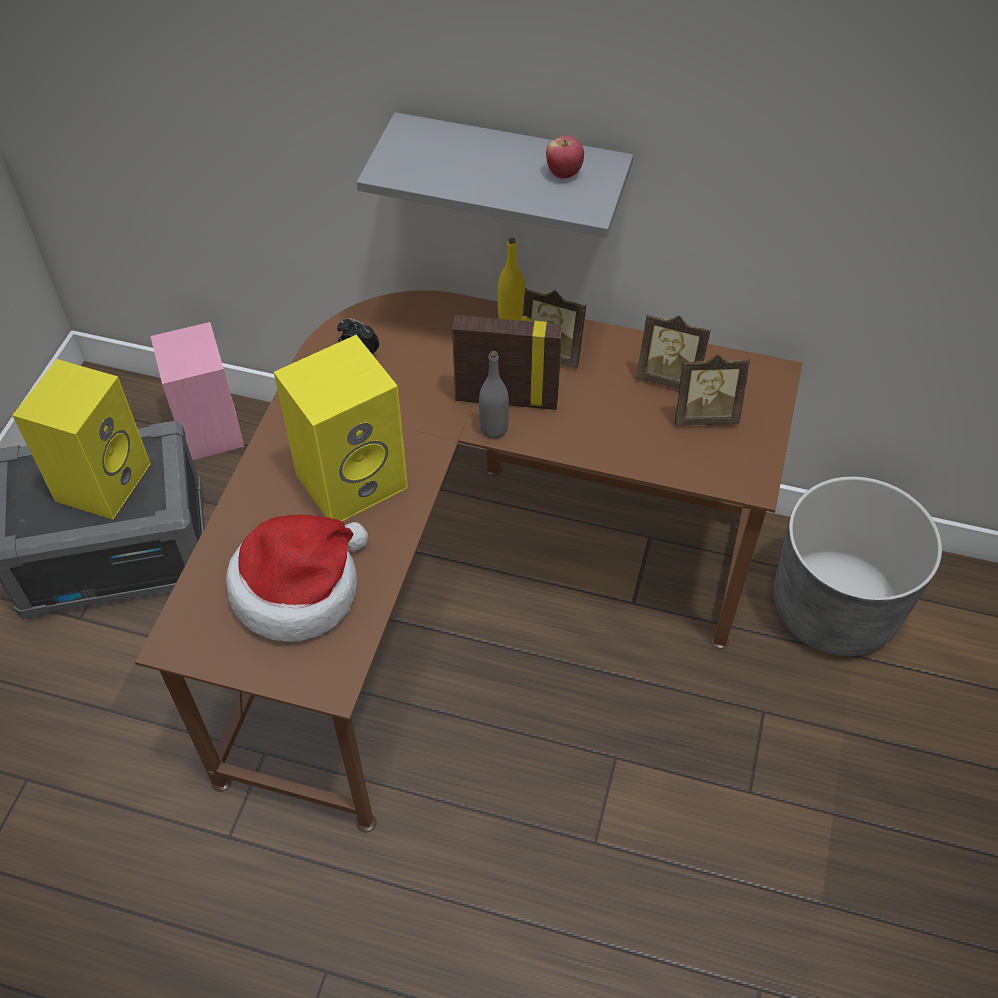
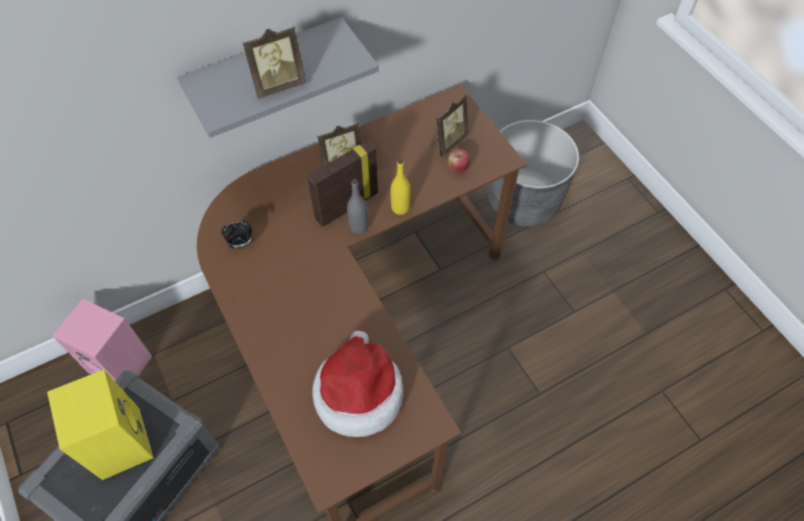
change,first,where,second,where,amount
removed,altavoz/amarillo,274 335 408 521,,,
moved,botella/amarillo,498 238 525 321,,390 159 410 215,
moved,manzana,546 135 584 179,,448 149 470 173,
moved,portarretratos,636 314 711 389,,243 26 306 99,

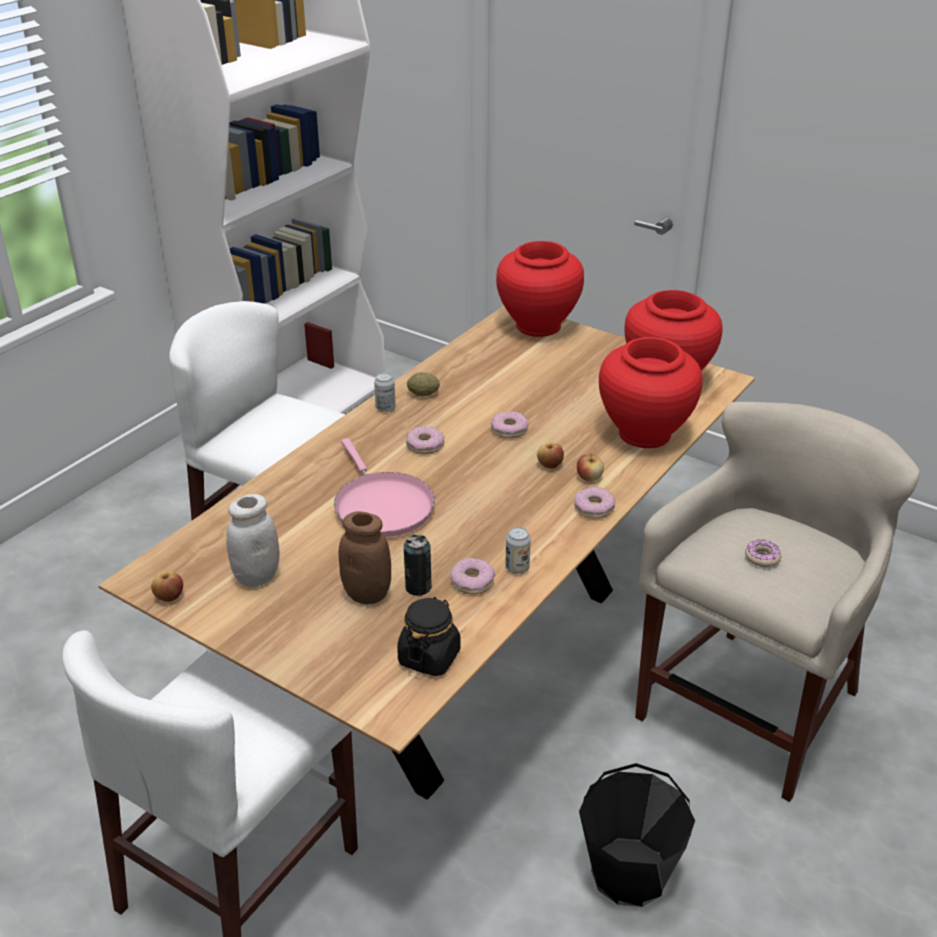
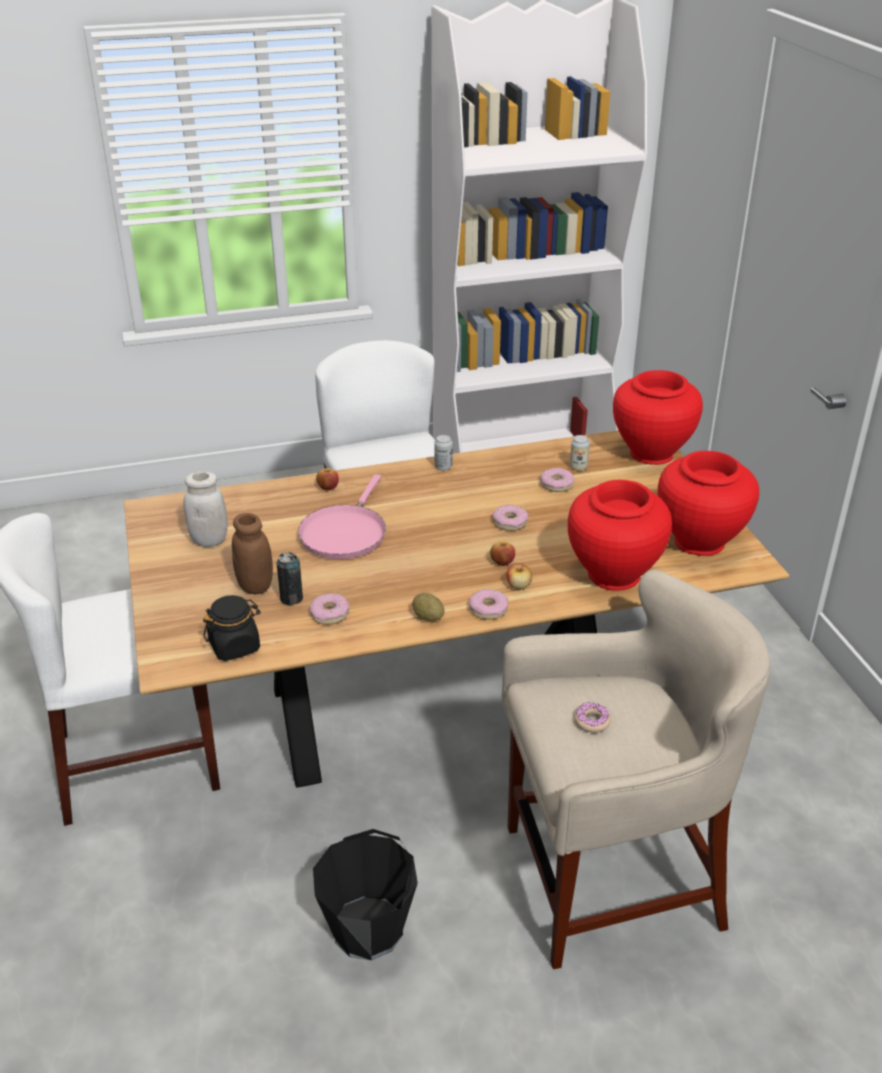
change,first,where,second,where,amount
moved,manzana,151 571 183 602,,316 468 339 491,
moved,rosquilla,406 426 445 454,,541 468 574 492,
moved,patata,407 372 440 396,,412 593 444 621,
moved,lata,506 527 531 574,,570 435 590 471,

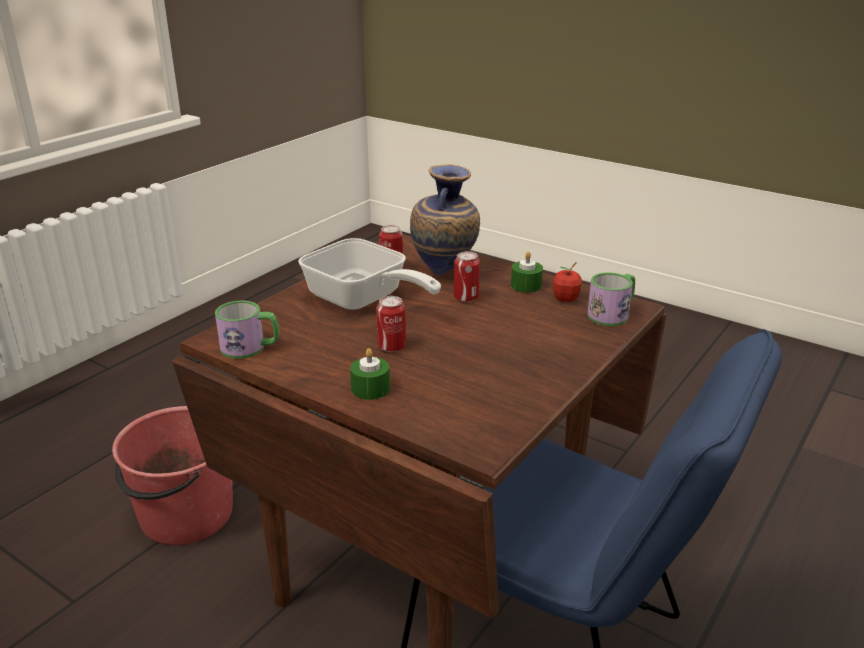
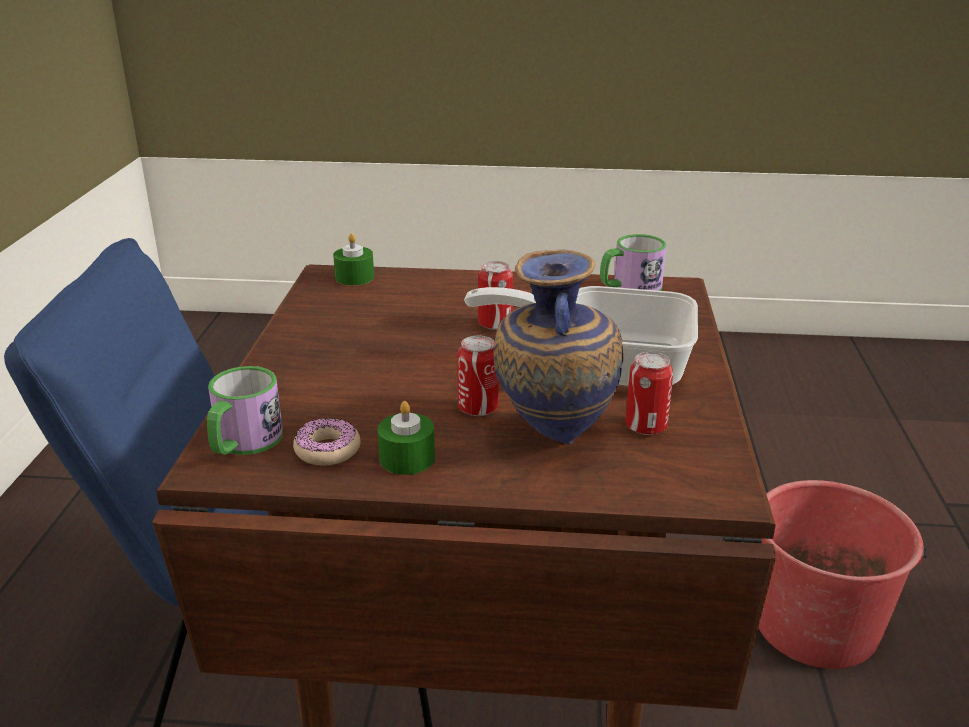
change,first,where,second,where,amount
moved,vela/verde,350 348 390 400,,333 233 374 286,
replaced,manzana,553 262 582 302,rosquilla,293 418 361 466,

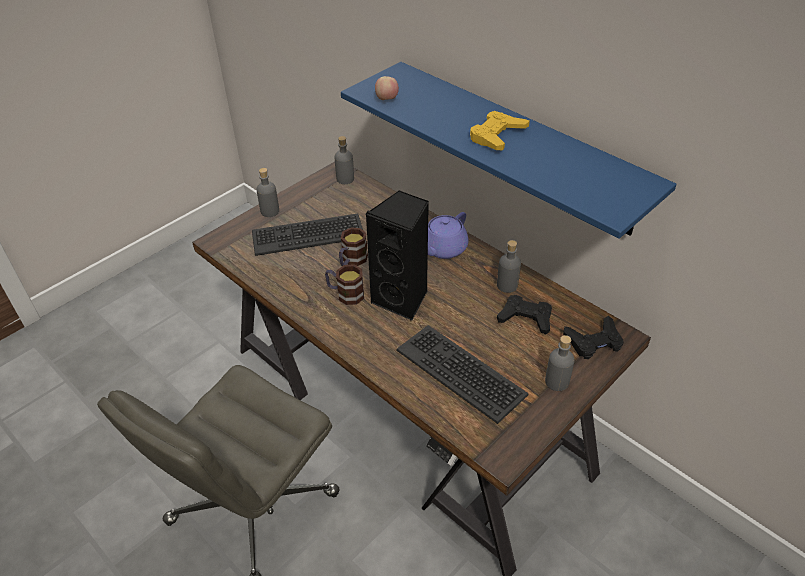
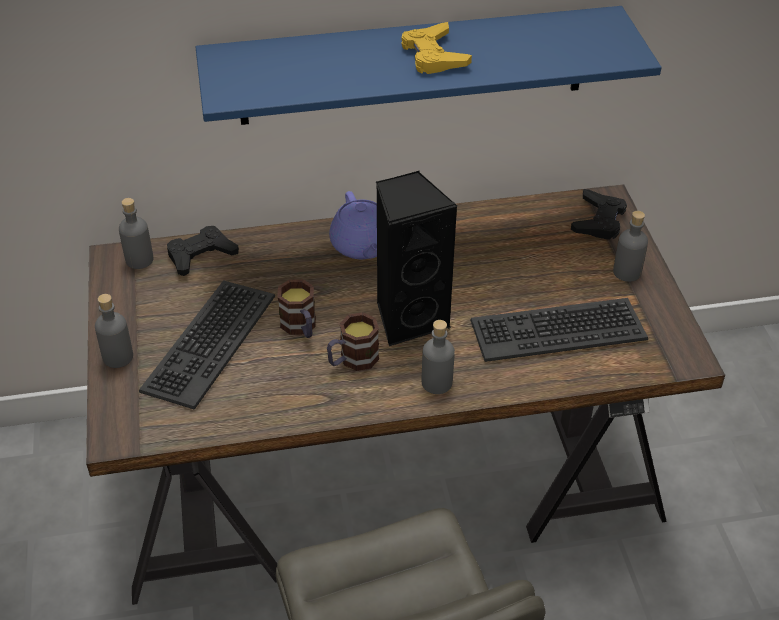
change,first,where,second,where,amount
removed,manzana,375 76 399 100,,,
moved,botella/gris,497 240 521 293,,422 320 455 394,
moved,mando de consola/negro,497 295 552 335,,167 226 239 276,

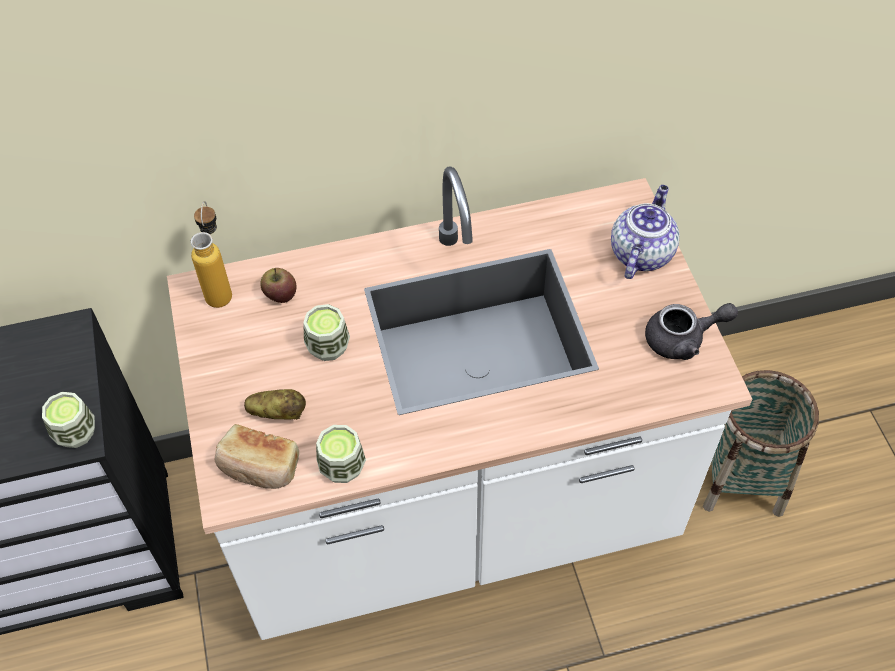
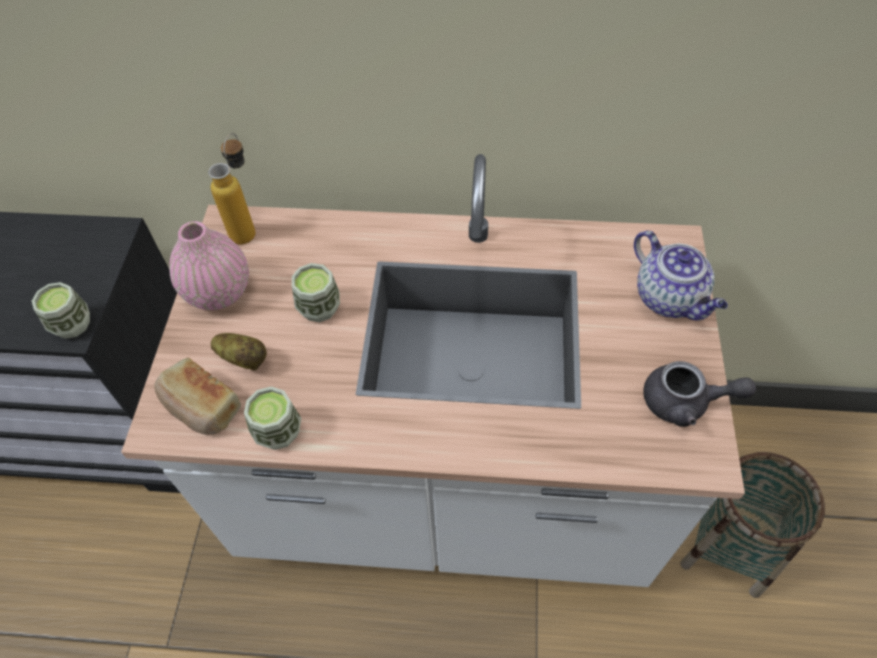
change,first,where,second,where,amount
removed,manzana,260 268 297 303,,,
turned,tetera,611 185 679 279,,634 231 728 320,105 degrees clockwise
added,,,florero/rosa,169 221 249 310,

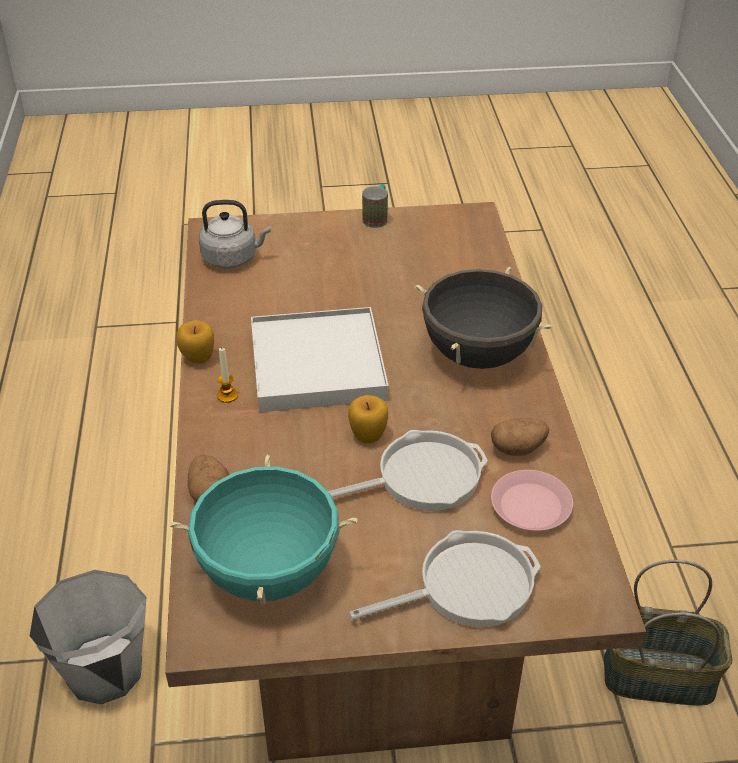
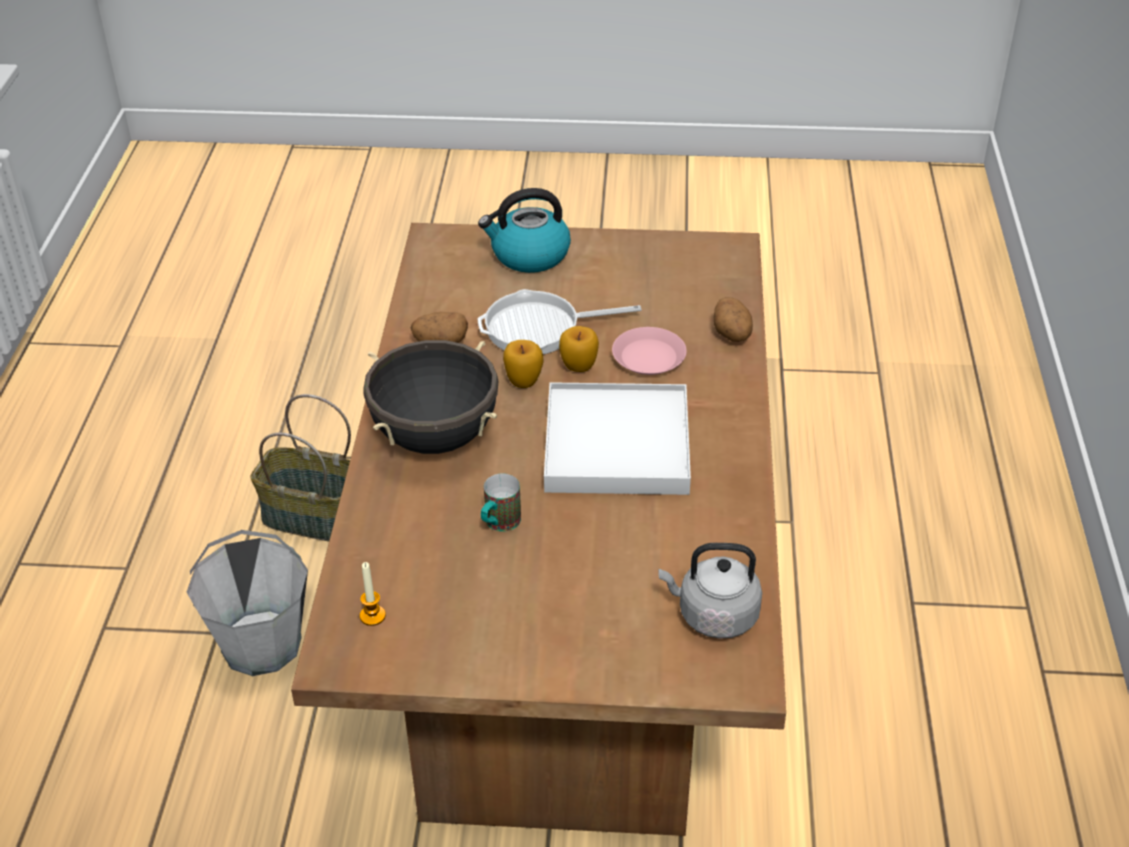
change,first,where,second,where,amount
moved,cubo/gris,30 570 146 704,,187 530 308 676,
removed,olla/turquesa,170 455 357 605,,,
moved,manzana,177 320 214 364,,503 340 544 388,
moved,vela,217 348 238 403,,360 562 386 626,
replaced,sartén,349 530 541 627,hervidor,478 188 571 273,
moved,taza grande,362 184 388 228,,481 473 521 532,
moved,plato/rosa,491 470 573 531,,612 327 687 375,

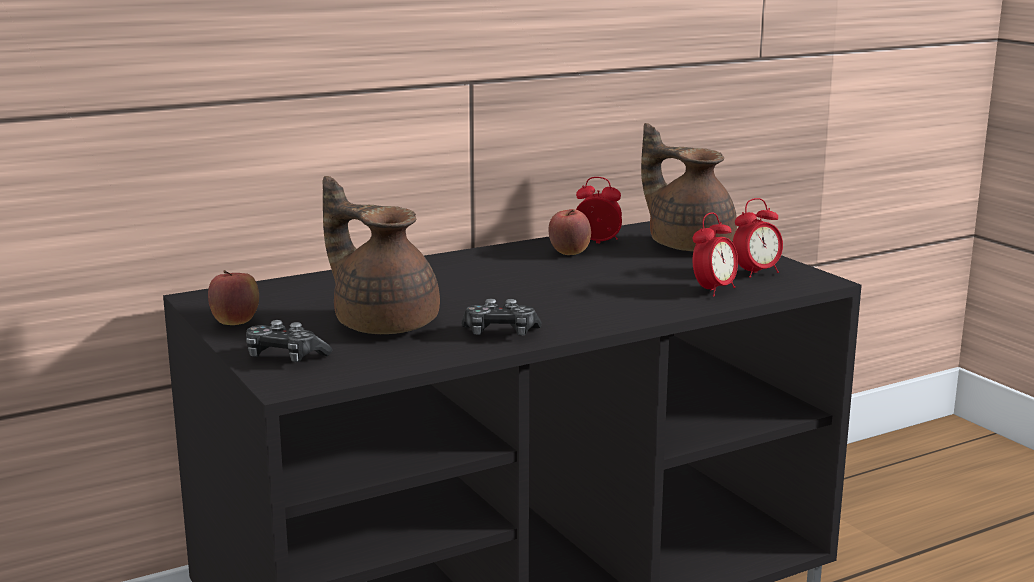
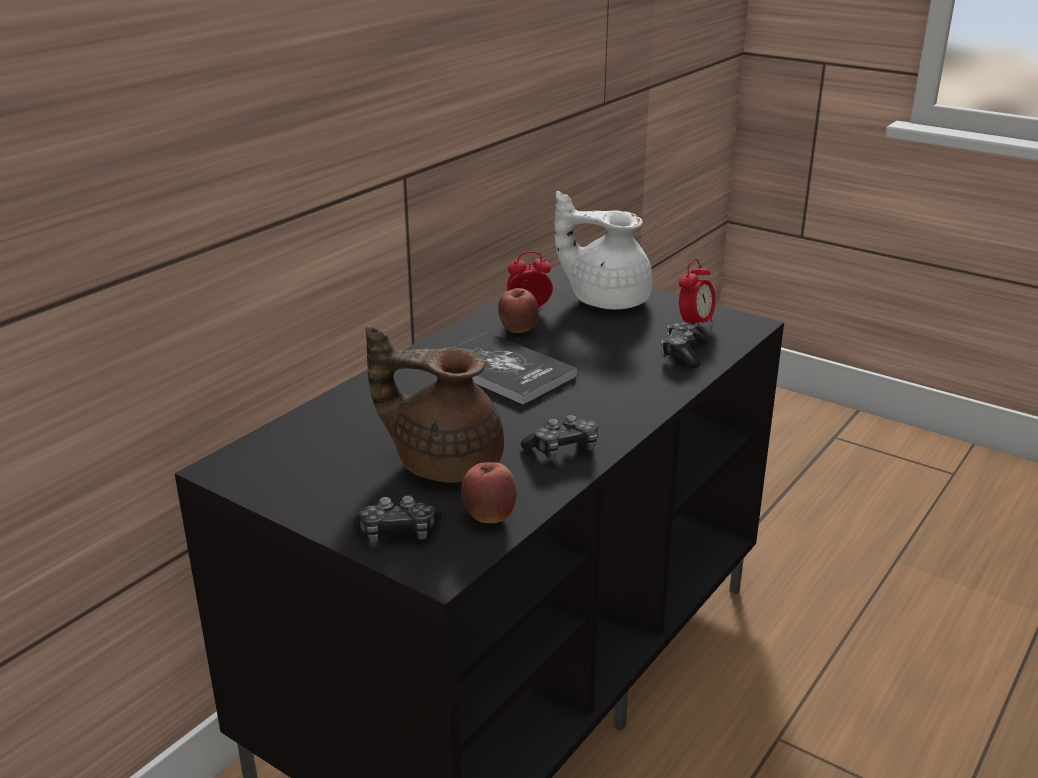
change,first,where,second,where,amount
moved,manzana,208 270 259 325,,461 462 517 523,
recoloured,tetera/marrón,641 123 737 251,tetera/blanco,555 191 653 310,
replaced,despertador,692 212 738 296,mando de consola,661 322 708 369,
added,,,libro,453 332 577 405,

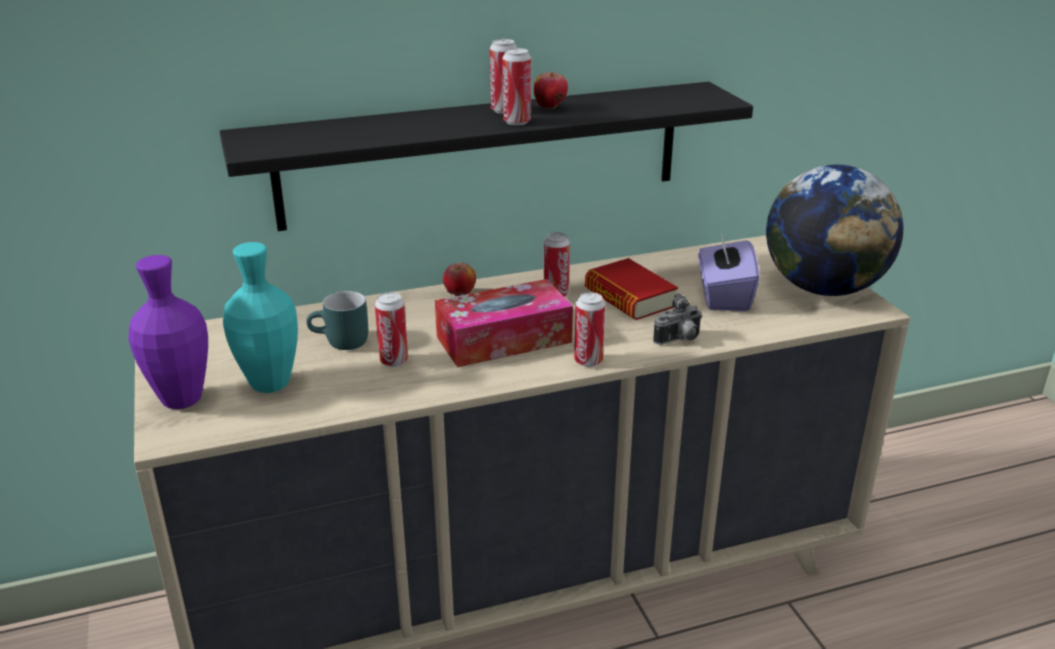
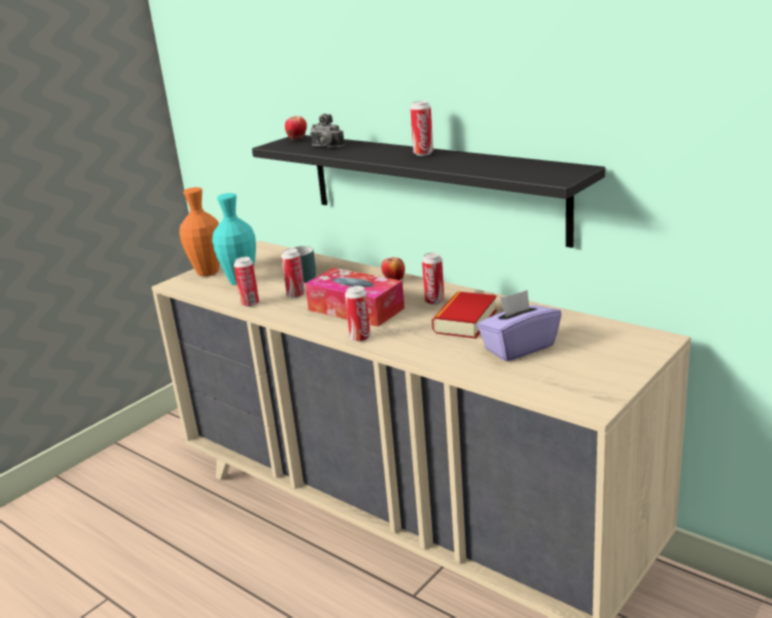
change,first,where,second,where,amount
recoloured,florero/morado,128 255 208 409,florero/naranja,179 187 220 276,
moved,lata,502 48 531 125,,234 257 259 307,
moved,manzana,534 72 568 110,,285 116 307 140,
moved,cámara,653 293 702 345,,310 114 345 148,
removed,globo terráqueo,766 164 903 296,,,

